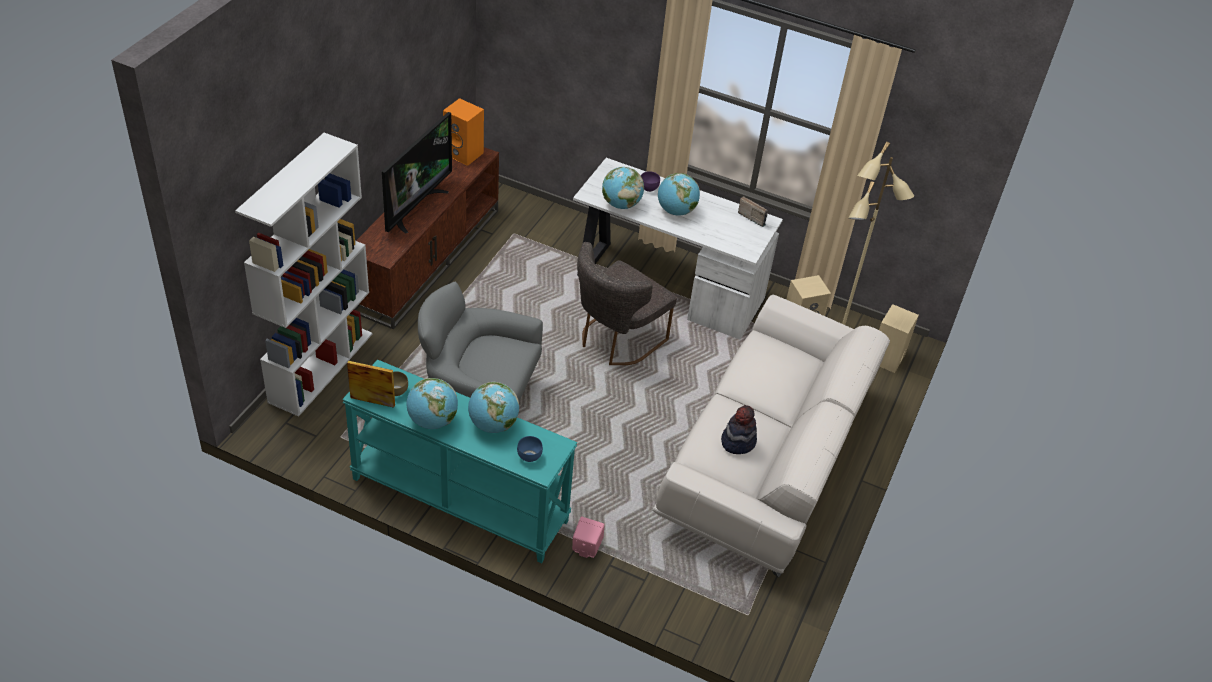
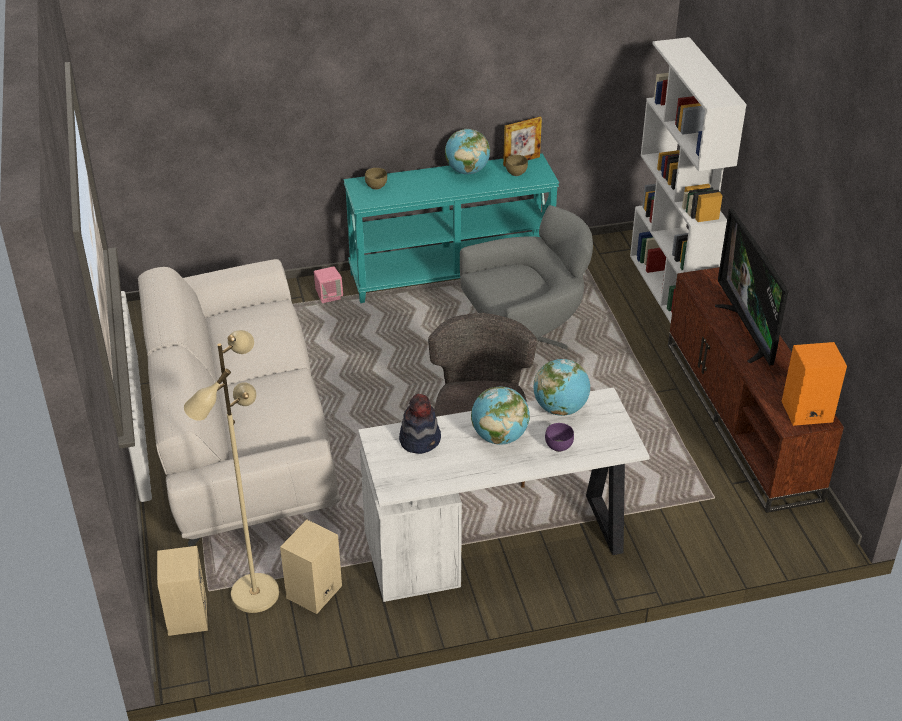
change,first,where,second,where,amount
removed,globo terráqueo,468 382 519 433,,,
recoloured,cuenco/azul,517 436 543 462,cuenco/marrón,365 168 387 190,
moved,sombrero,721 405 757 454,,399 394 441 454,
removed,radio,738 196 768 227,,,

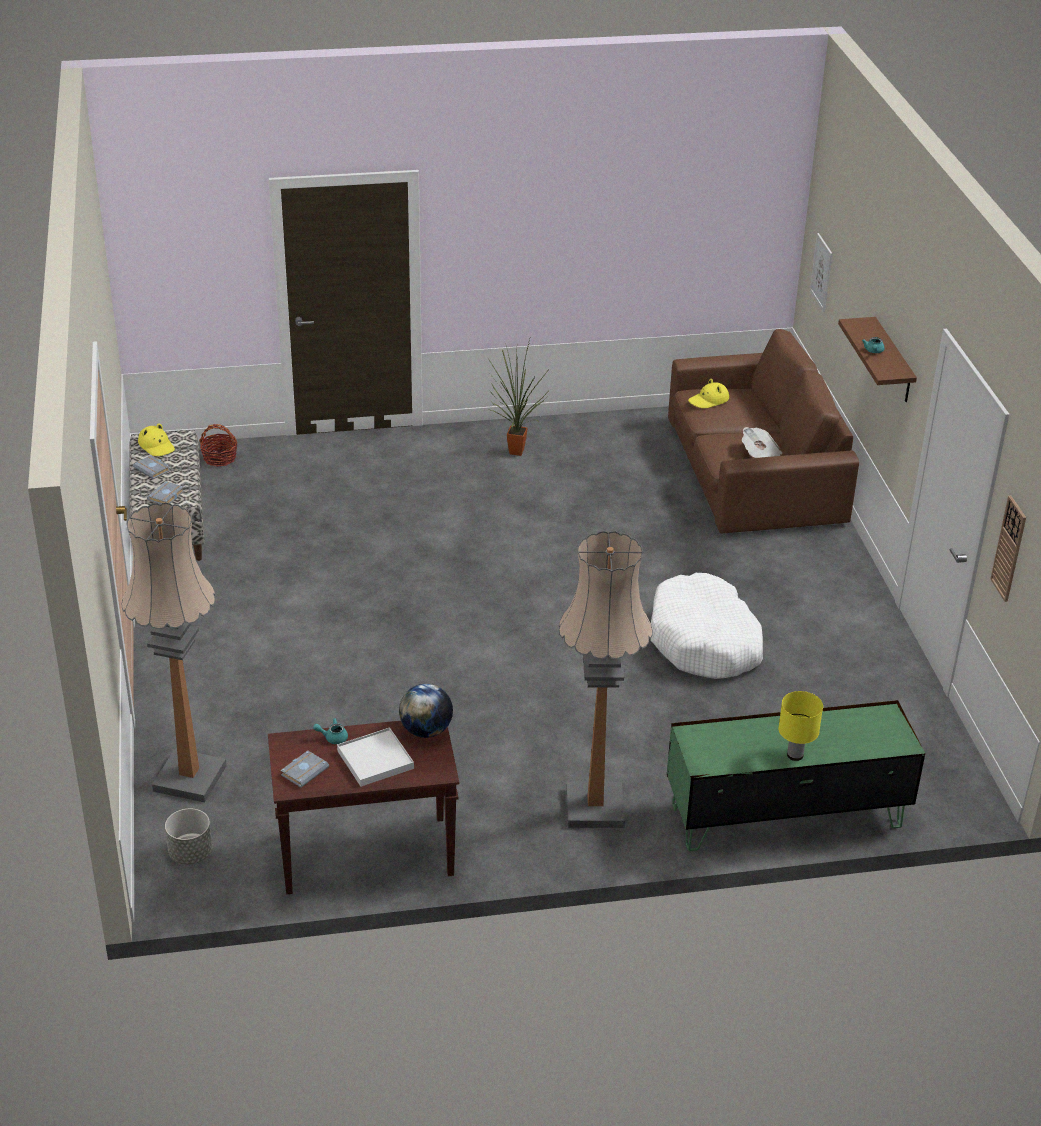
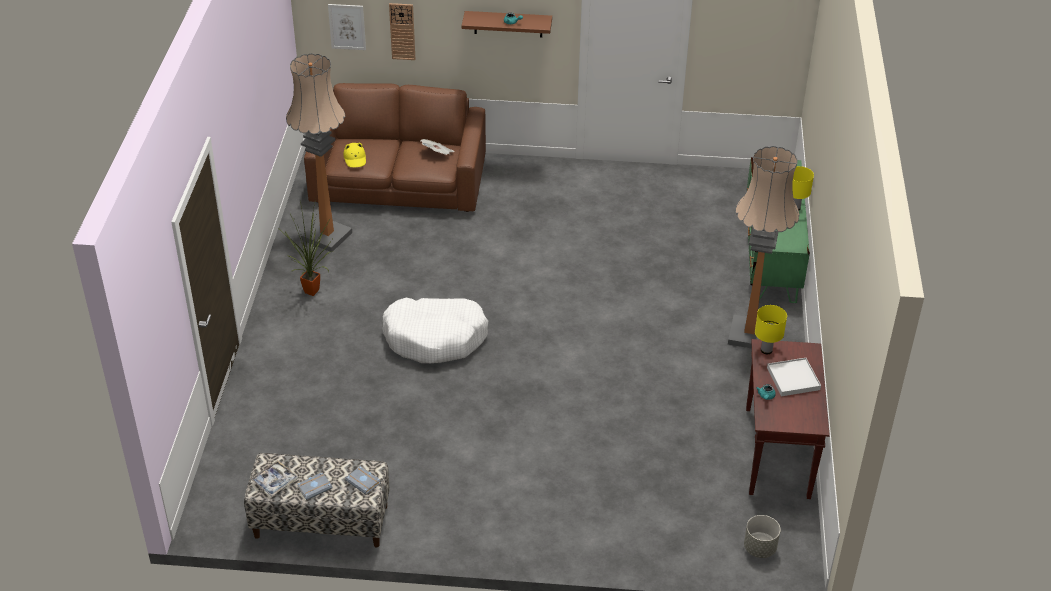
change,first,where,second,where,amount
moved,lámpara de pie,122 502 227 802,,286 53 352 252,
replaced,sombrero/amarillo,138 423 175 456,bandeja,251 460 298 496,
removed,cesta,199 424 237 467,,,
removed,libro/gris,281 751 329 788,,,
replaced,globo terráqueo,399 684 453 738,lámpara de mesa/amarillo,755 305 787 355,
moved,cama para perro/blanco,651 573 763 679,,382 298 488 363,
moved,reloj de pared,991 496 1026 602,,389 3 415 60,

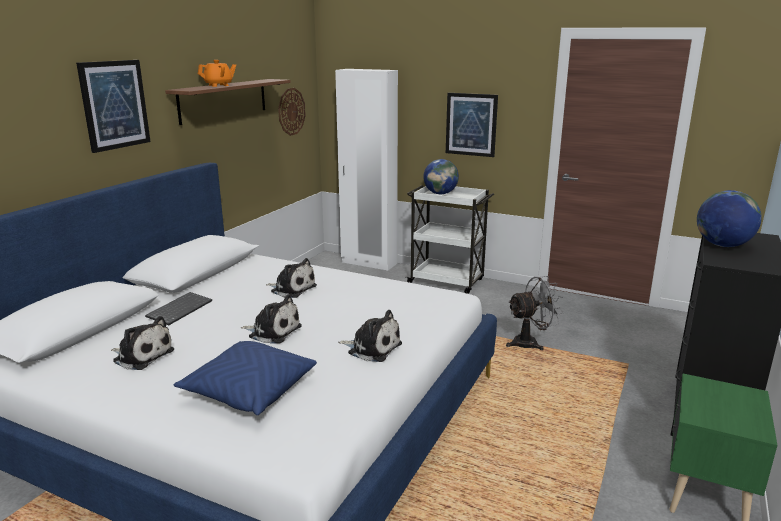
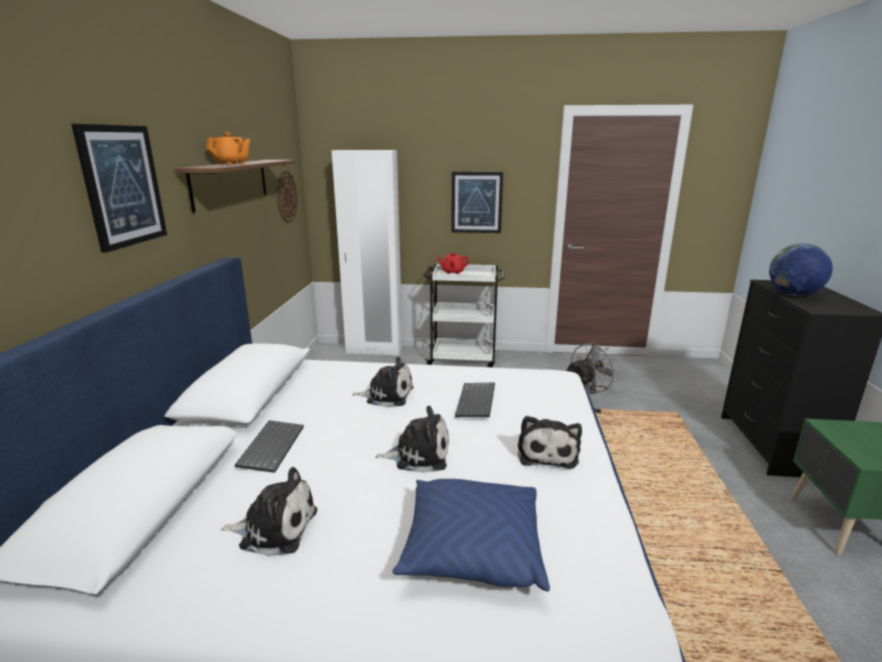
change,first,where,second,where,amount
turned,peluche,338 310 402 362,,518 416 582 469,90 degrees clockwise
replaced,globo terráqueo,423 159 459 194,tetera/rojo,437 253 469 274,
added,,,teclado,455 382 495 417,

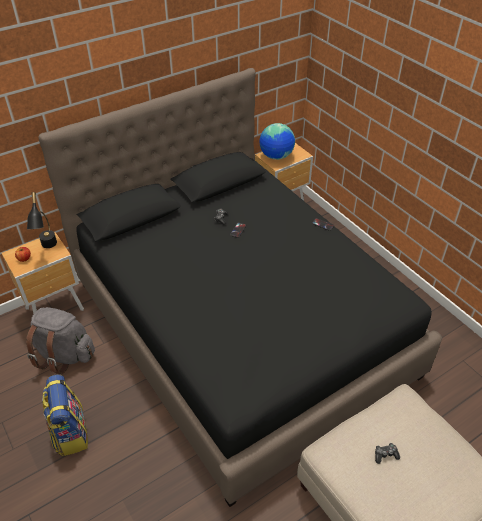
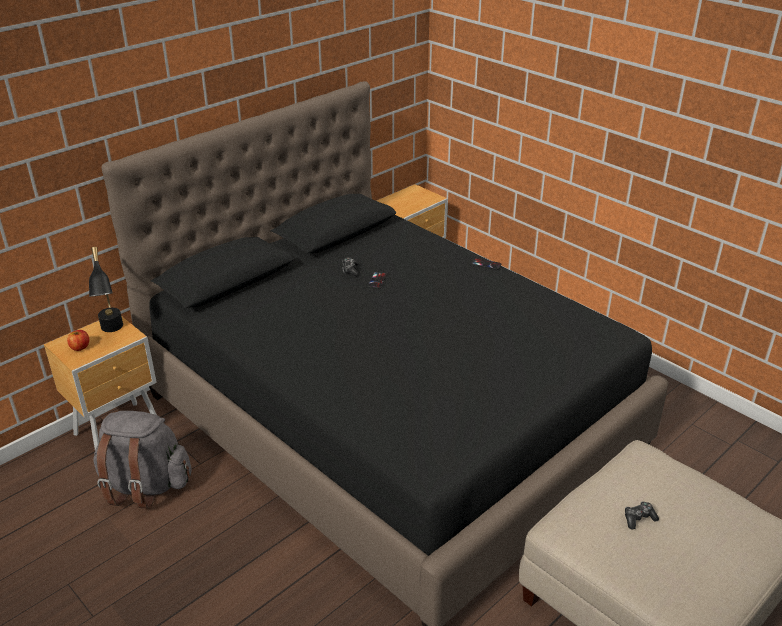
change,first,where,second,where,amount
removed,mochila,42 374 88 456,,,
removed,globo terráqueo,259 123 295 160,,,

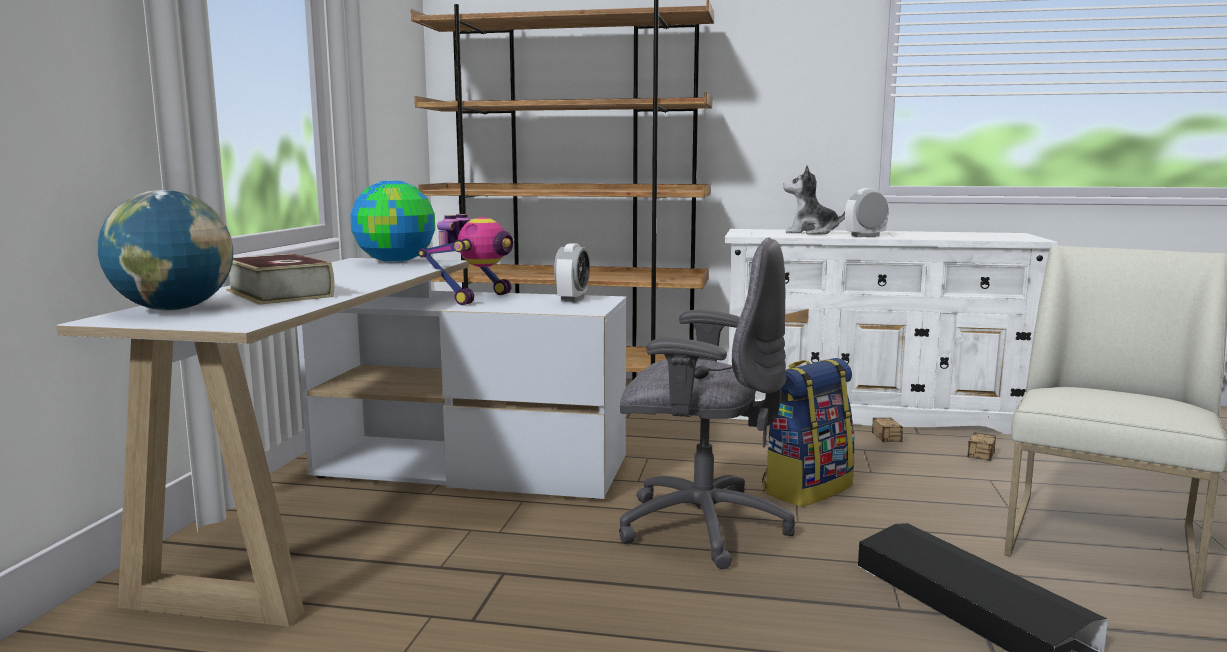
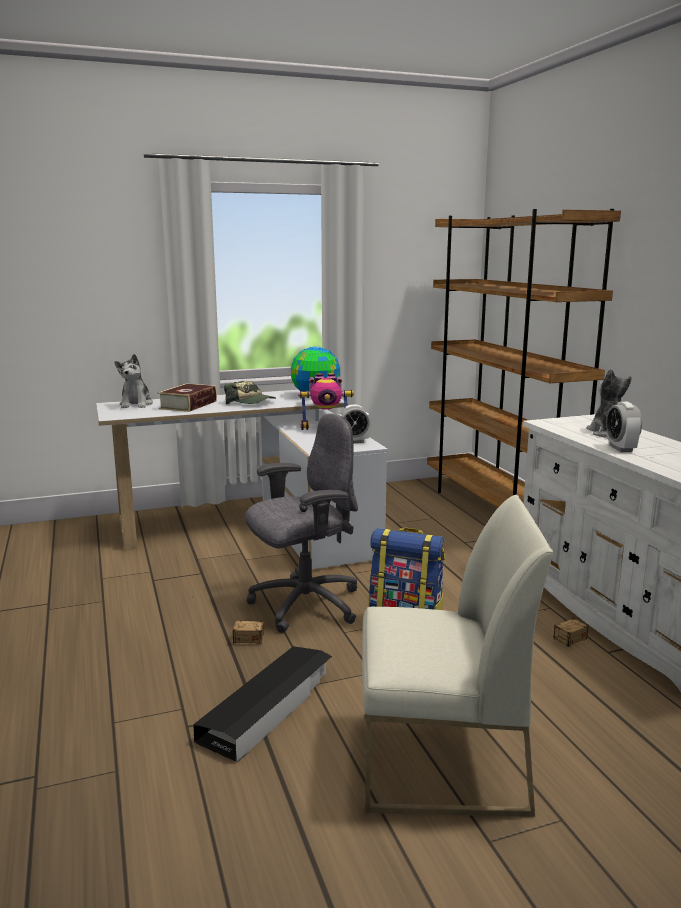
change,first,where,second,where,amount
replaced,globo terráqueo,98 190 233 311,peluche,115 354 153 408,
turned,silla de oficina/gris,619 237 795 569,,245 413 358 633,105 degrees counterclockwise
turned,despertador,845 188 889 237,,606 402 642 452,135 degrees counterclockwise
moved,caja de almacenaje,968 416 996 461,,192 596 264 644,
added,,,gorra,224 381 276 404,

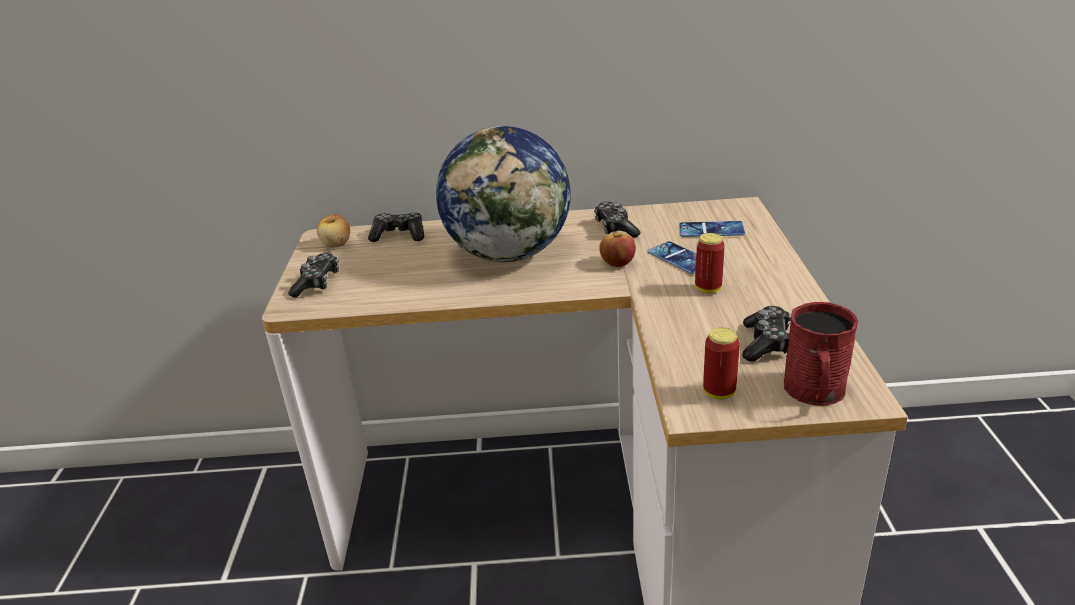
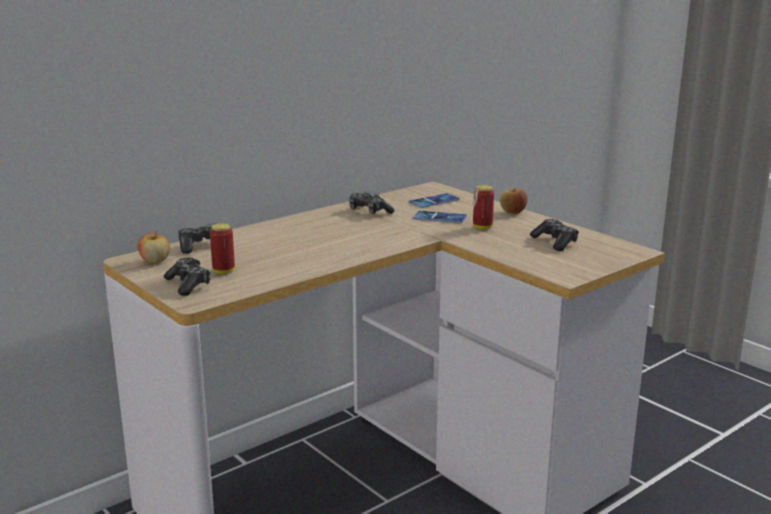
change,first,where,second,where,amount
removed,globo terráqueo,436 126 571 262,,,
moved,manzana,599 233 636 267,,500 188 527 214,
moved,lata,703 327 740 400,,210 223 235 274,
removed,taza grande/rojo,784 302 858 406,,,

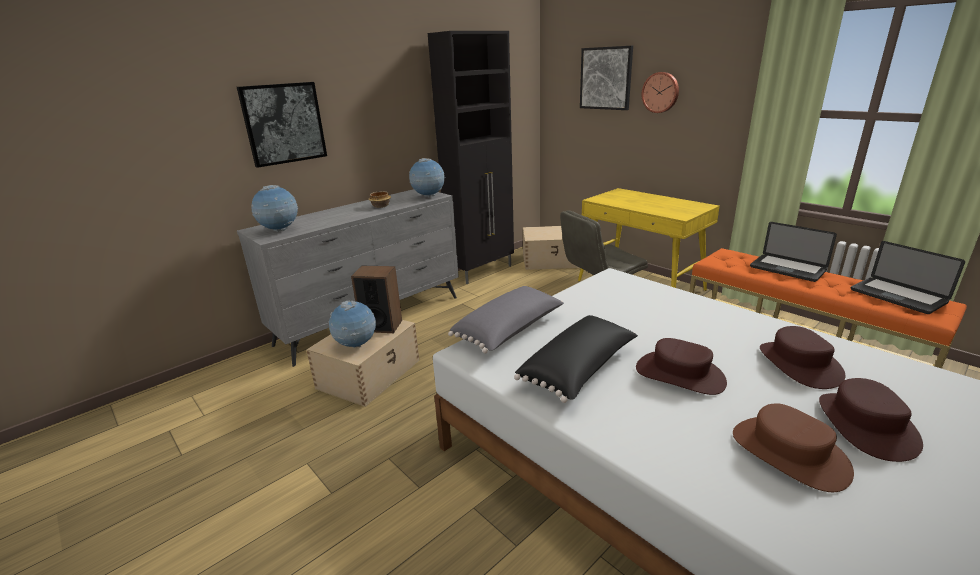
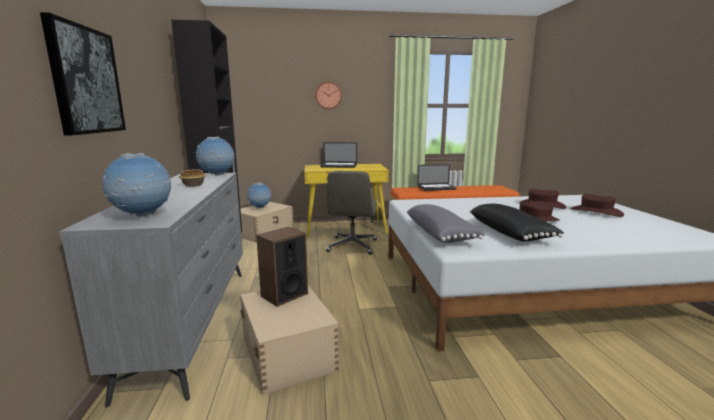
change,first,where,second,where,amount
moved,globo terráqueo,329 300 376 348,,247 183 271 208,
removed,cuadro,580 46 633 110,,,
removed,sombrero/marrón,733 403 854 492,,,
moved,portátil,851 241 965 314,,320 142 357 168,

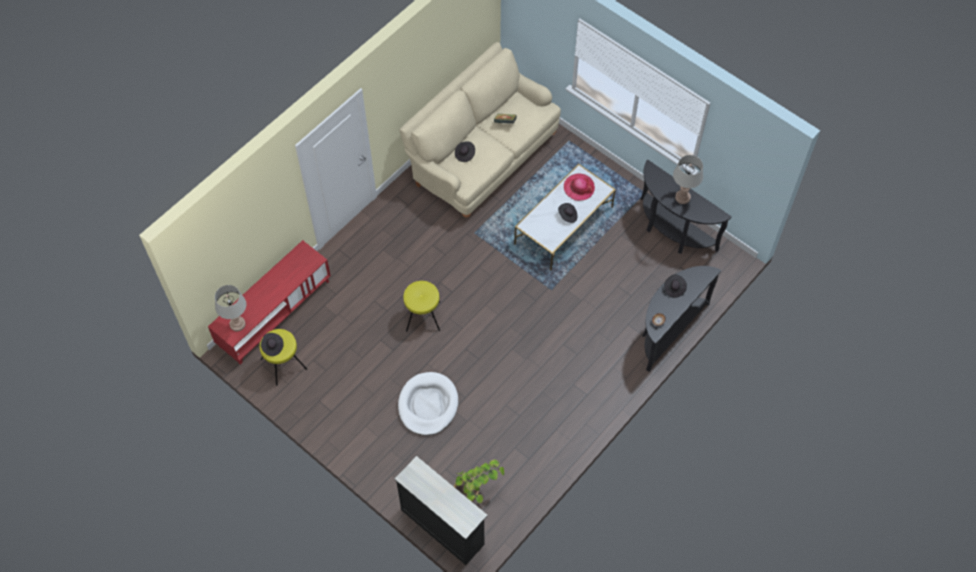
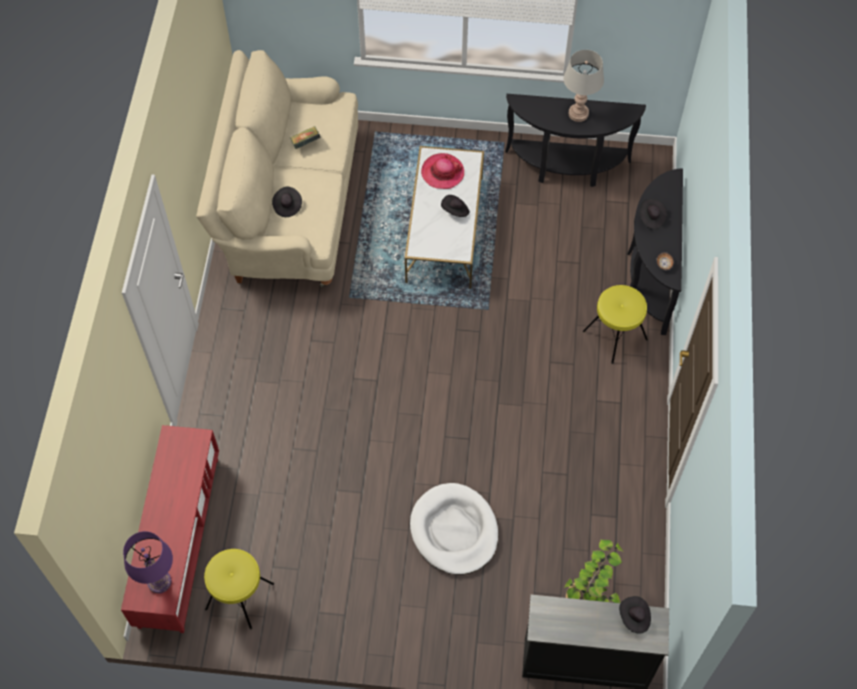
change,first,where,second,where,amount
recoloured,lámpara de mesa/gris,215 285 246 331,lámpara de mesa/morado,123 531 173 593,
moved,sombrero/negro,261 333 284 356,,619 596 651 633,
moved,taburete/amarillo,403 281 440 332,,583 285 648 364,

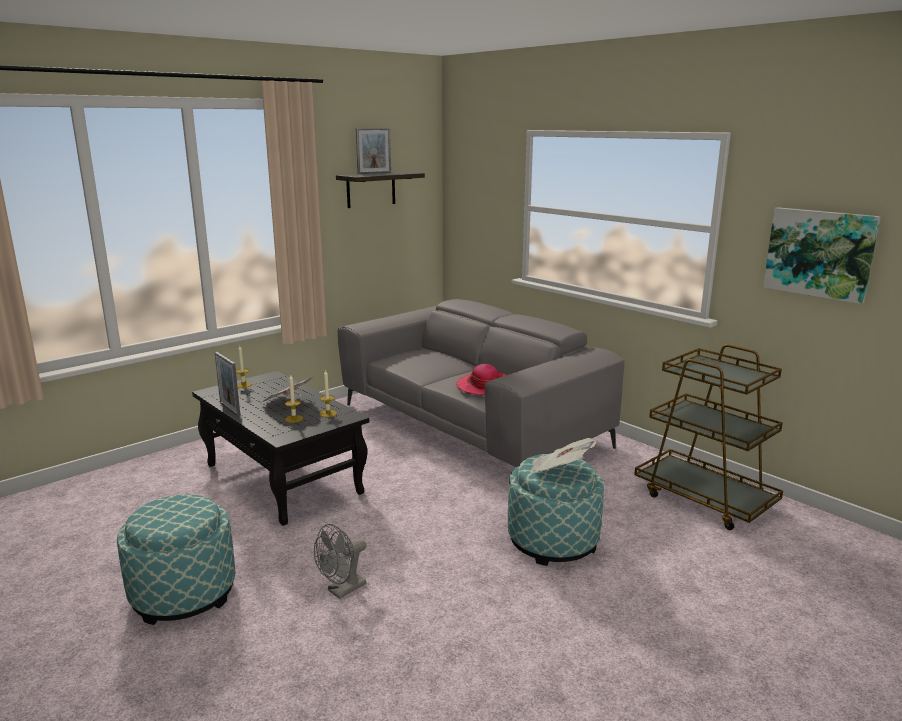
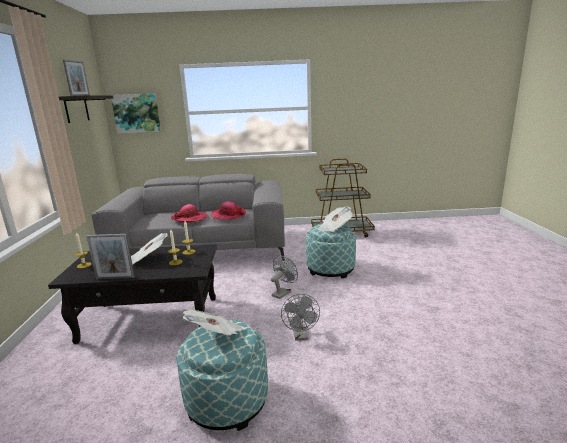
change,first,where,second,where,amount
moved,cuadro,763 207 881 304,,111 93 161 134,
added,,,sombrero,171 204 208 223,
added,,,periódico,182 309 246 336,
added,,,ventilador/gris,271 256 298 299,

